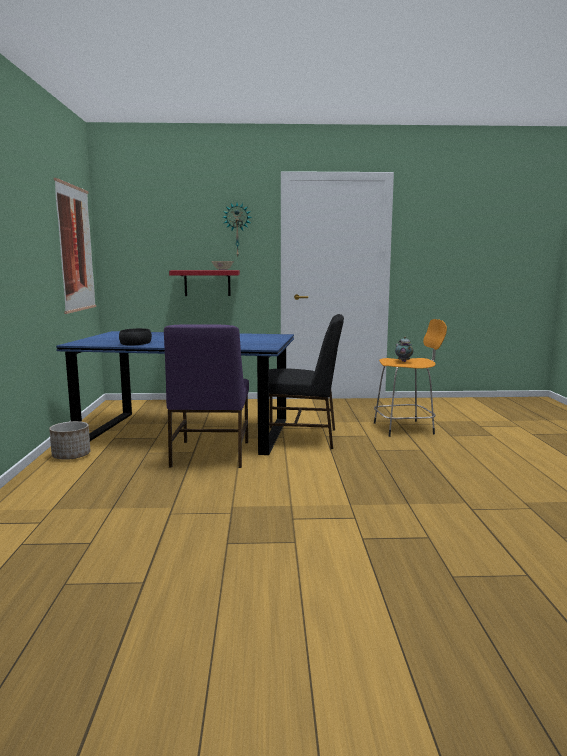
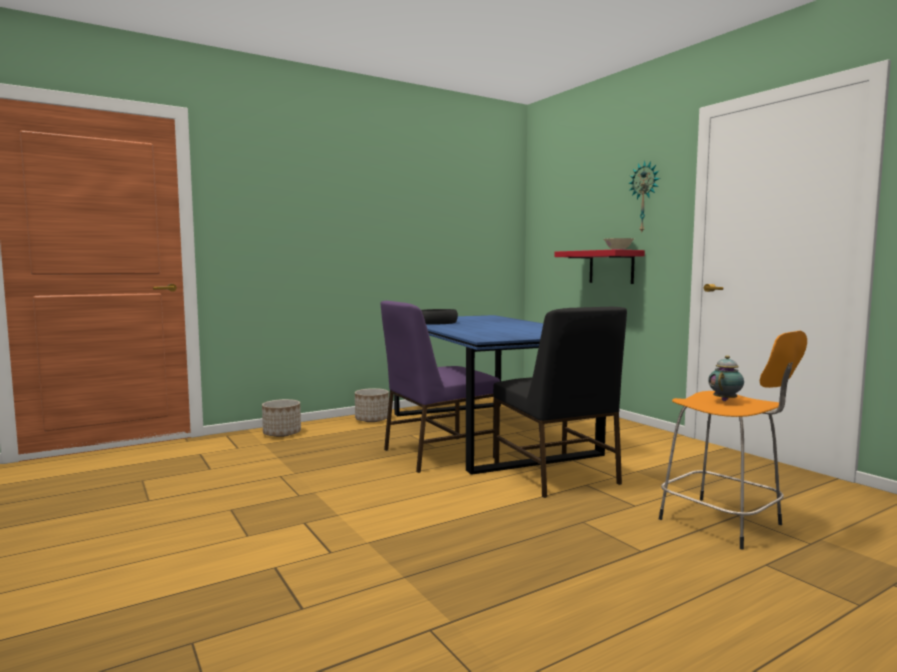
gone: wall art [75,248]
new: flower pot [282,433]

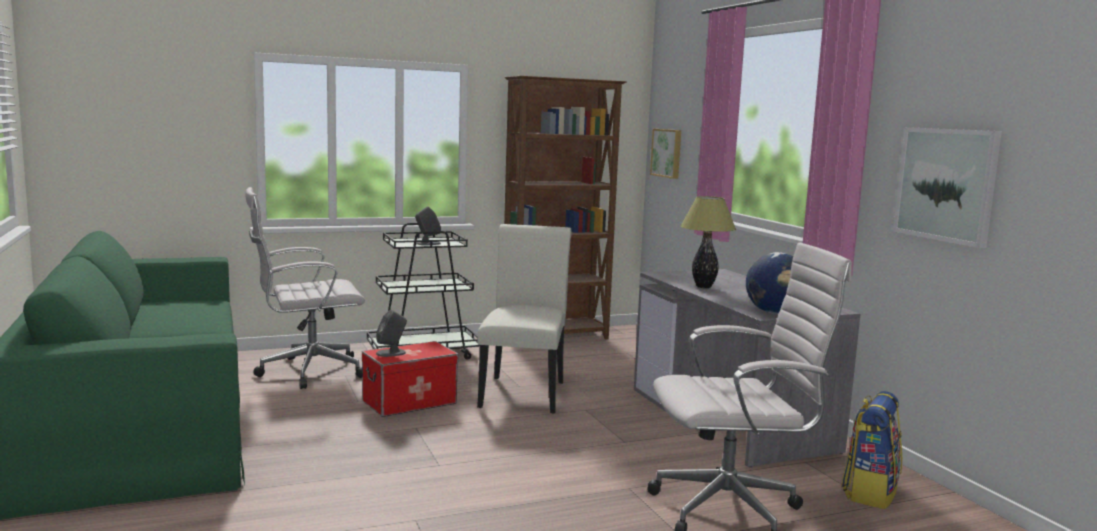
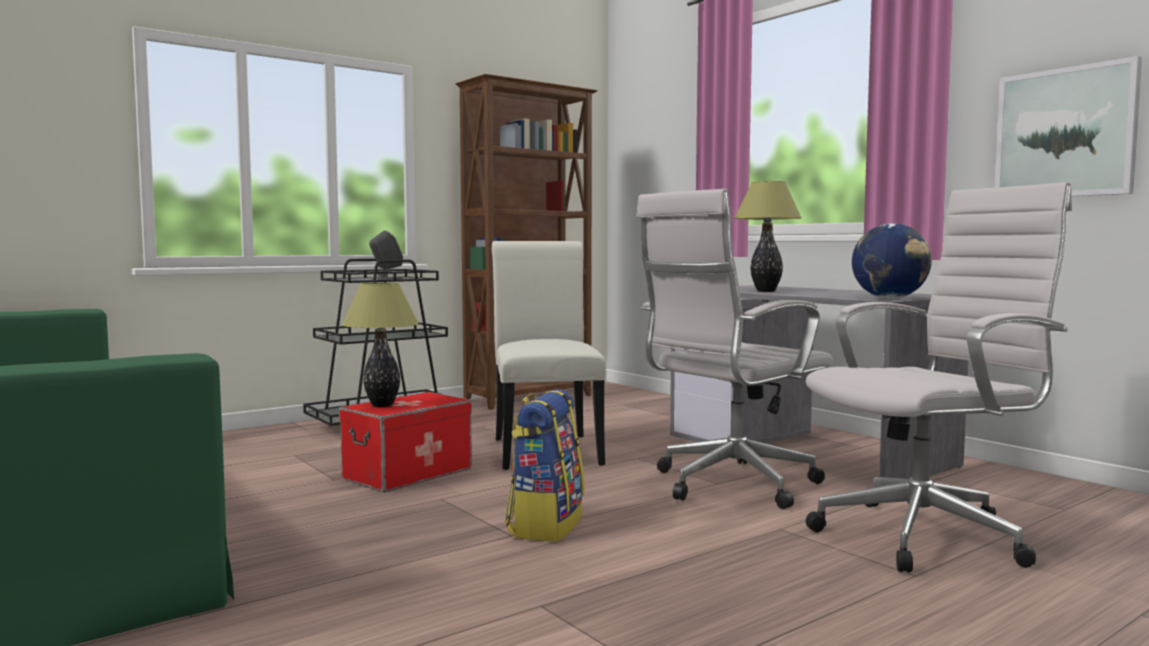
gone: wall art [667,153]
shifted: whitish computer chair [306,372] to [729,485]; knapsack [869,492] to [545,525]
swapped: grey audio speaker [391,353] to table lamp [383,405]

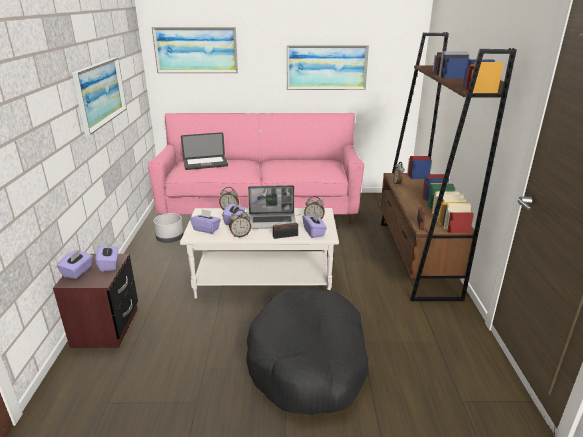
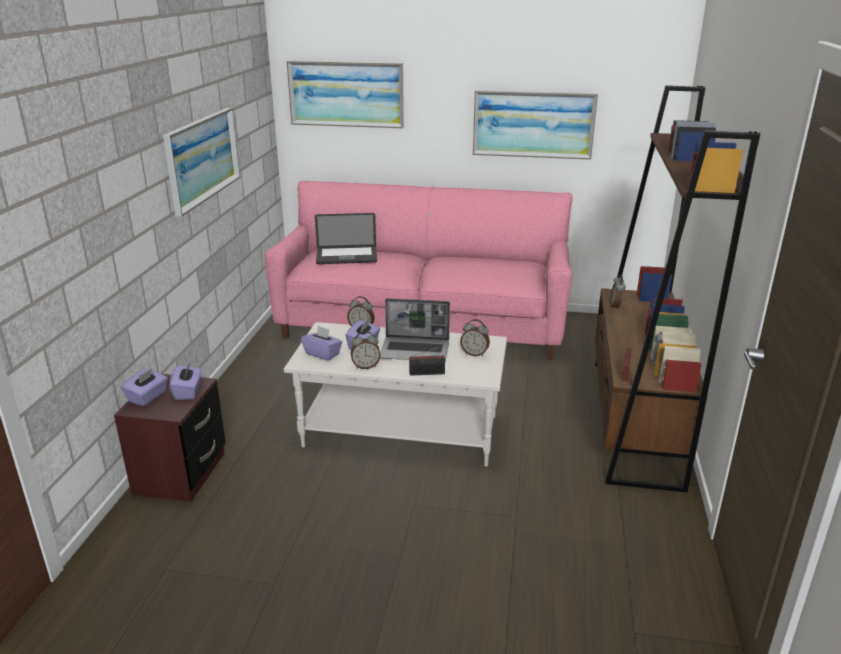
gone: grey flower pot [170,238]; black-coloured dog cushion [308,362]; purple tissue box [314,232]

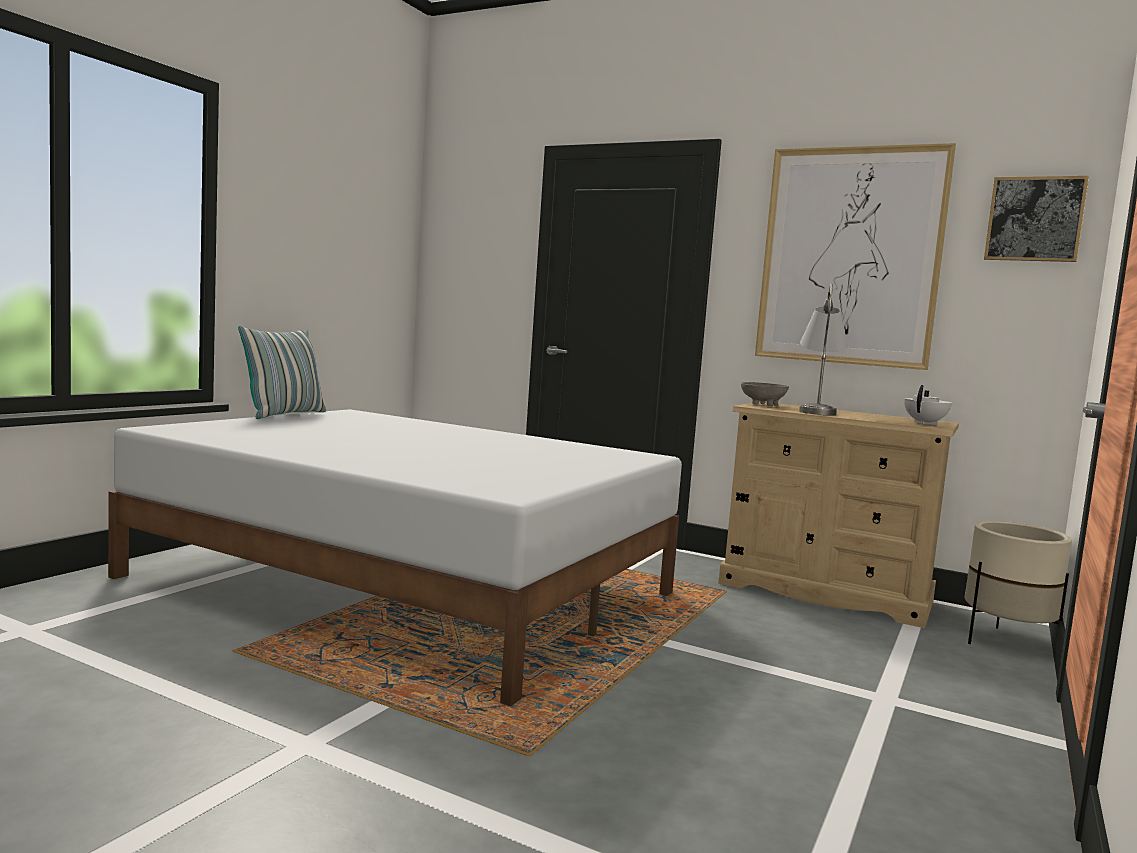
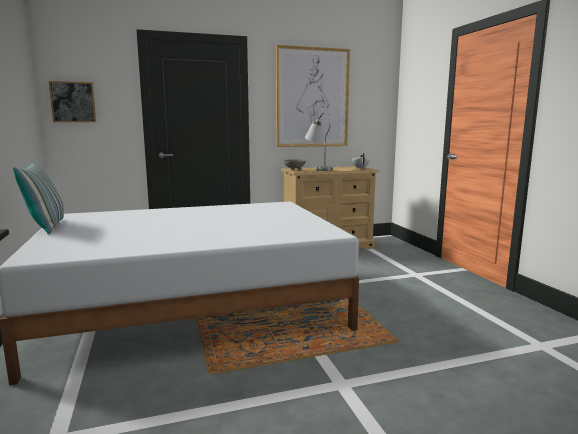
gone: sand-coloured flower pot [1006,642]
shifted: wall art [1034,219] to [73,102]

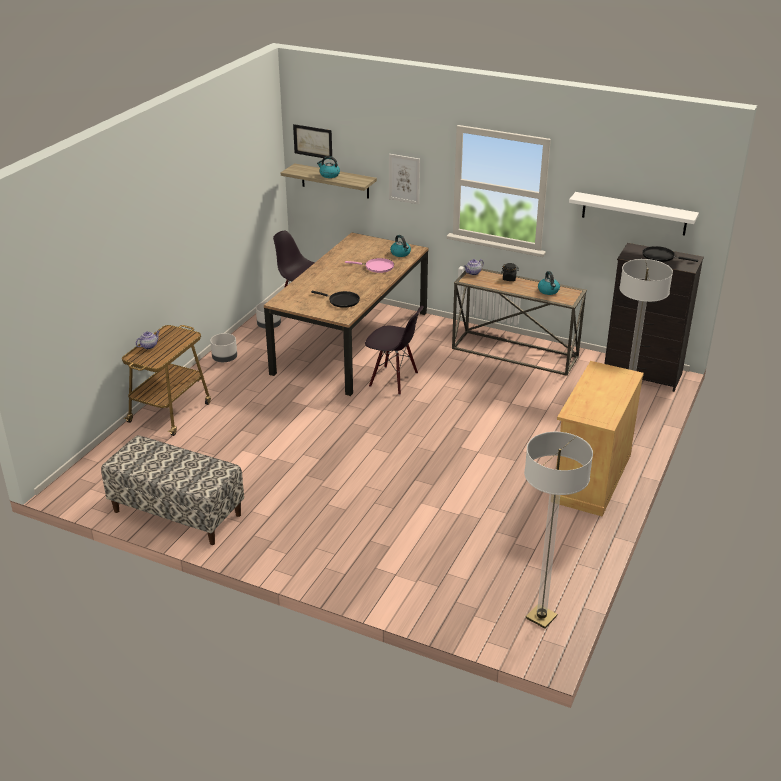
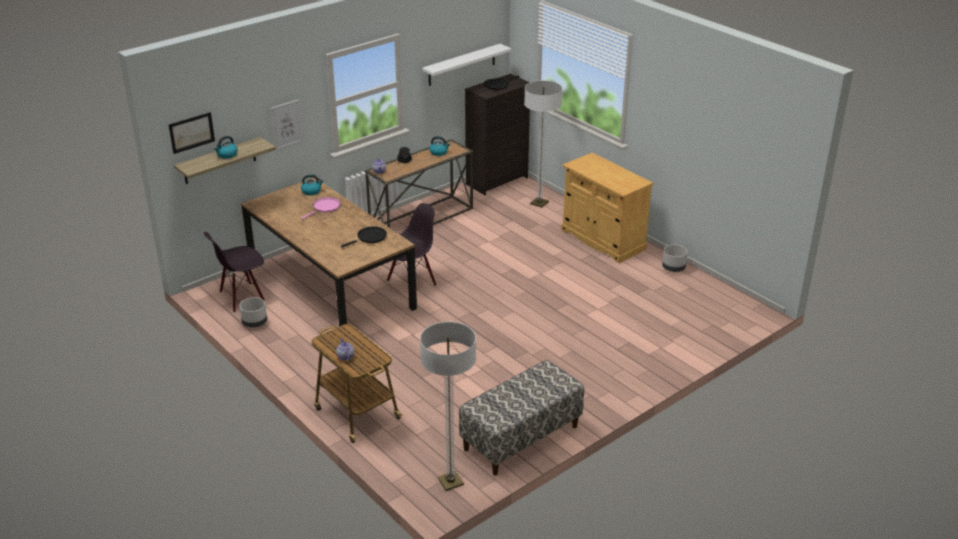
shifted: grey flower pot [224,359] to [673,268]; standard lamp [541,617] to [450,482]

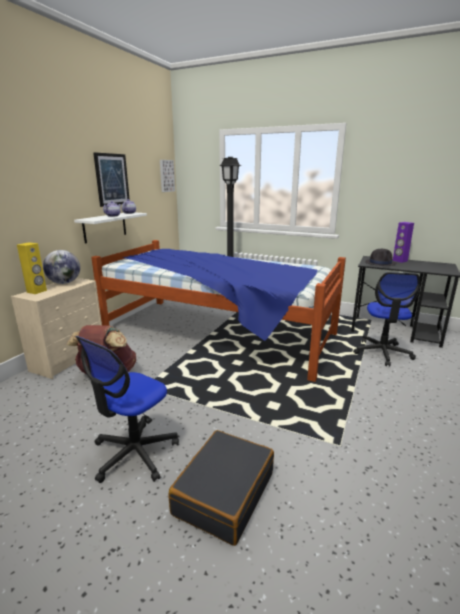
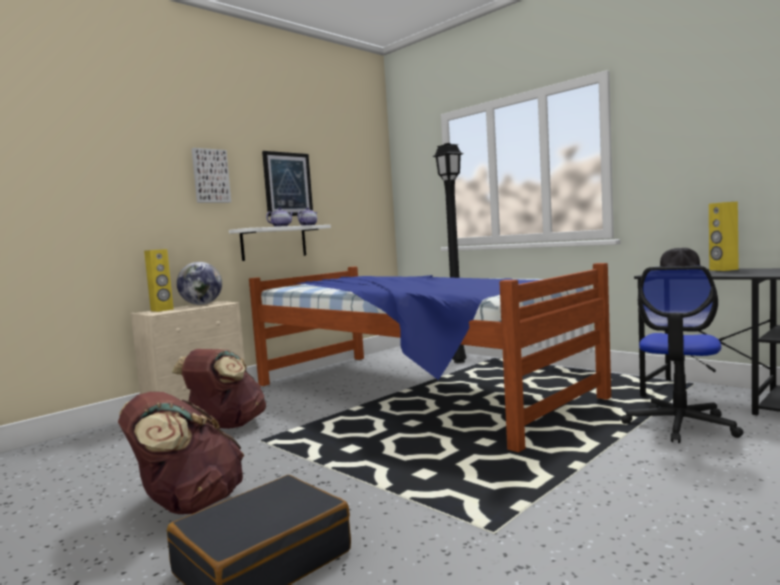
shifted: wall art [166,176] to [210,176]
swapped: computer chair [134,453] to brownish knapsack [187,505]
repainted: purple audio speaker [399,261] to yellow-coloured audio speaker [723,269]

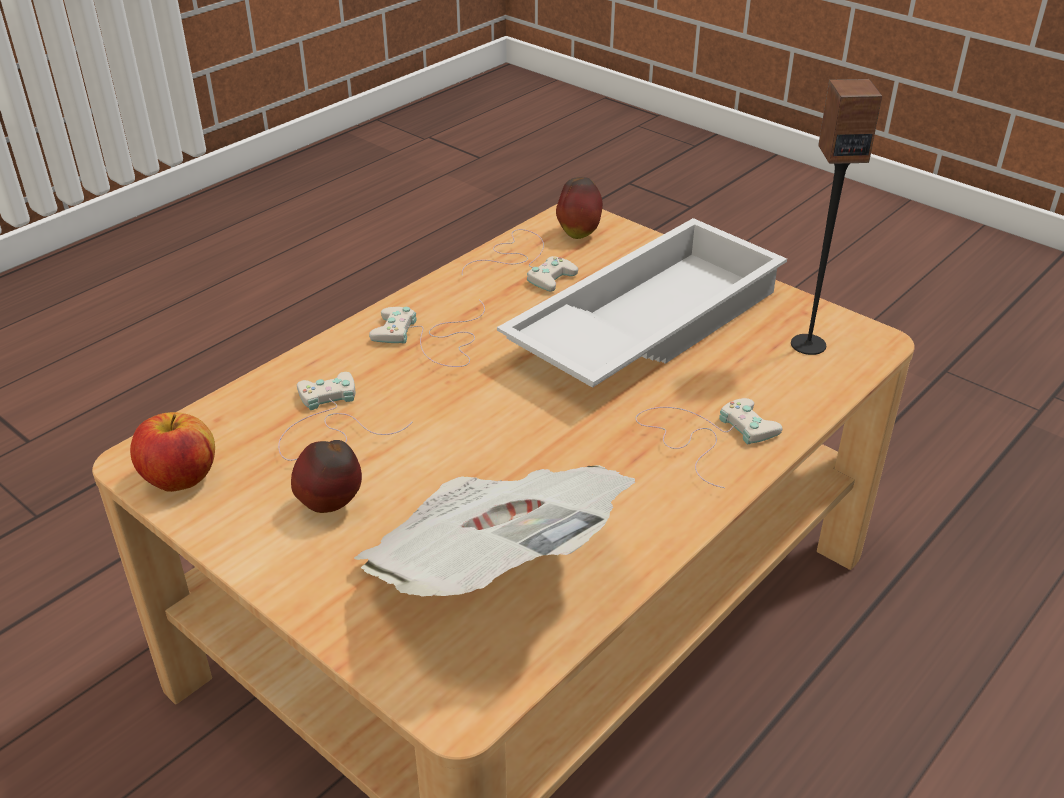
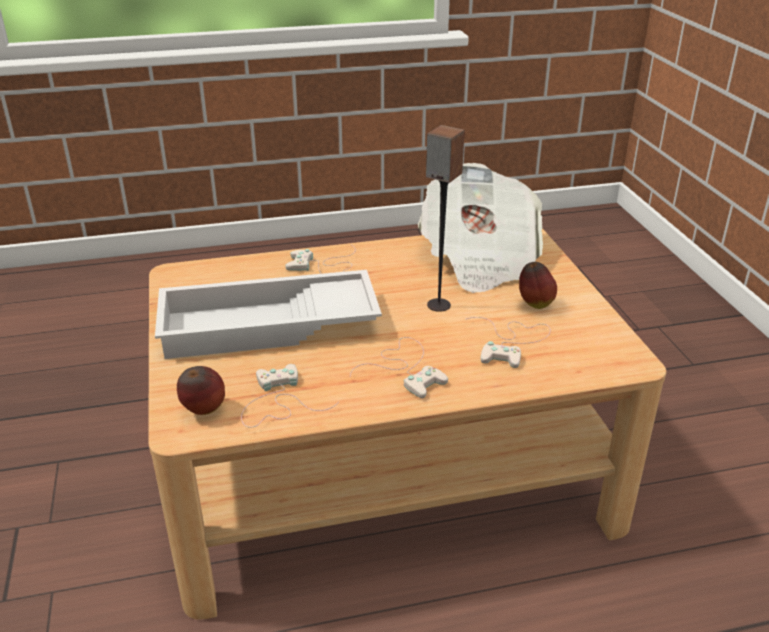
gone: whole apple [180,478]
shifted: audio speaker [808,344] to [438,305]

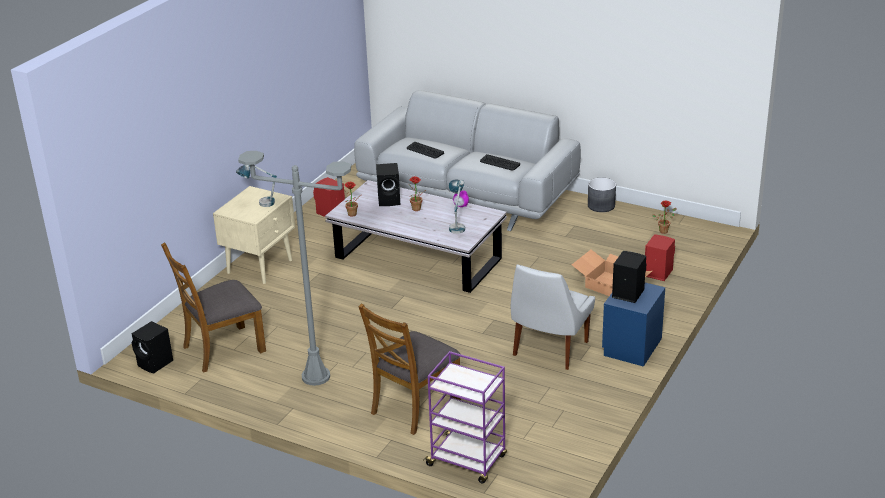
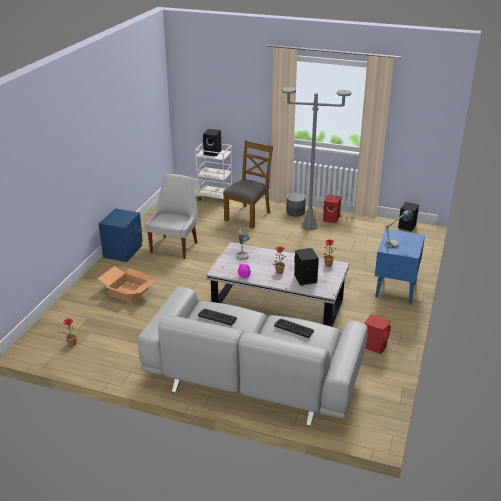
gone: brownish upright chair [223,349]
shifted: grey flower pot [601,205] to [295,212]; black-coloured audio speaker [627,293] to [213,153]; reddish audio speaker [657,272] to [332,219]
repainted: sand-coloured nightstand [260,266] to blue-coloured nightstand [395,290]; purple cart [467,461] to whitish cart [215,198]

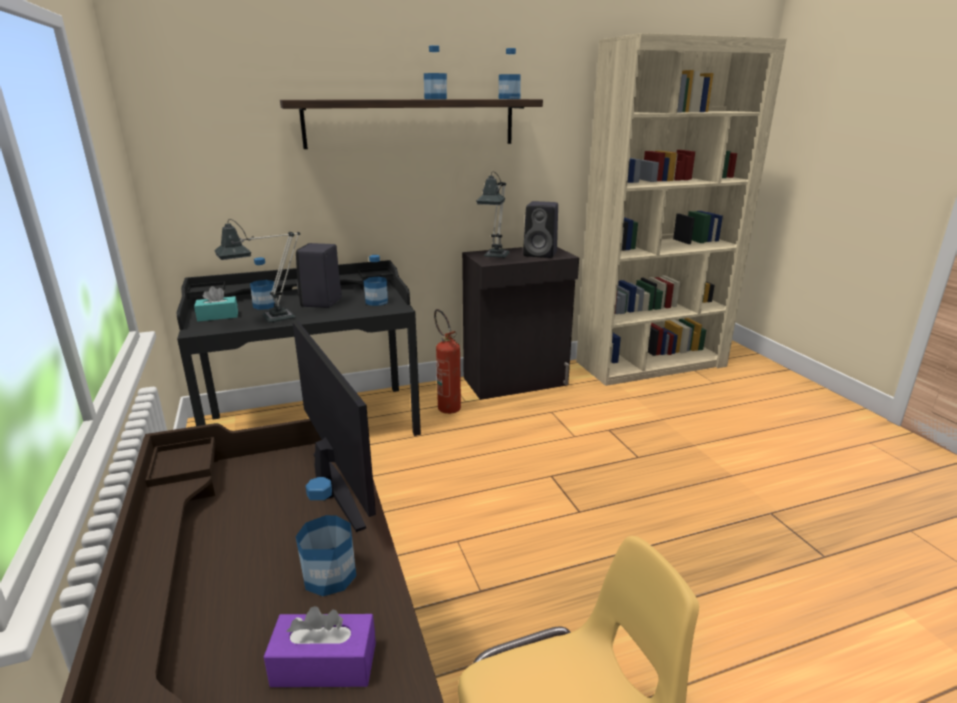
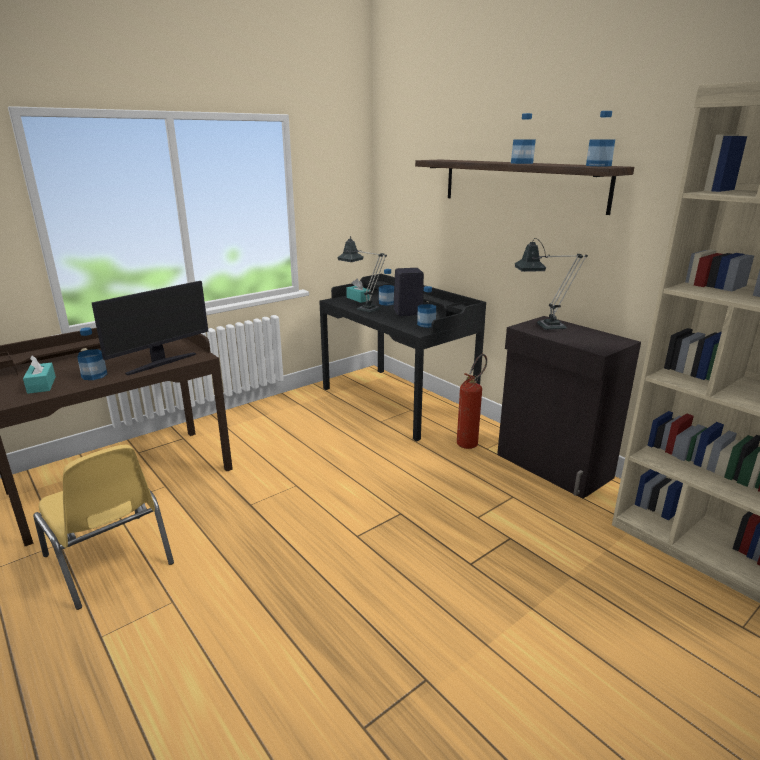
gone: black-coloured audio speaker [541,254]
repainted: purple tissue box [324,664] to turquoise tissue box [41,385]

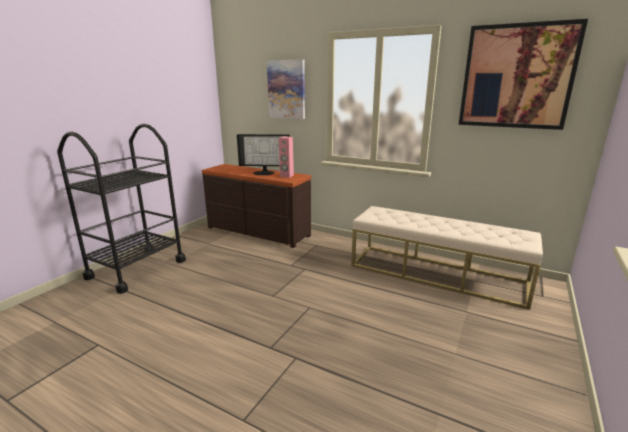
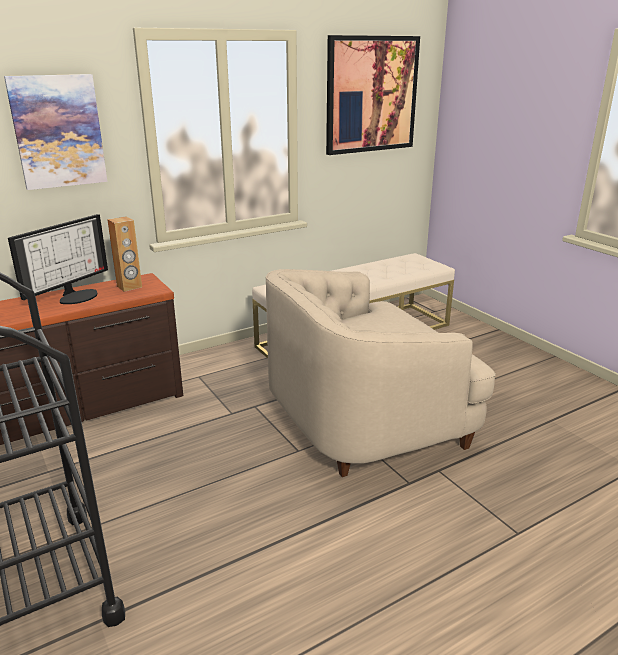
new: sand-coloured easy chair [365,419]
repainted: pink audio speaker [286,176] to brownish audio speaker [129,287]

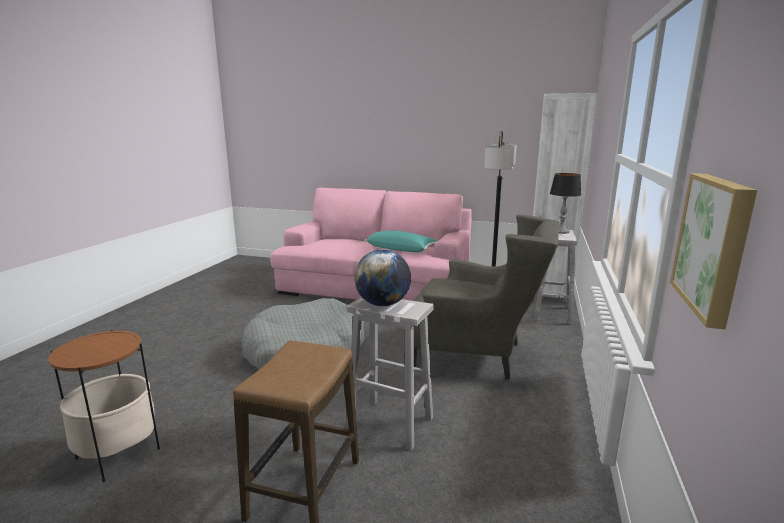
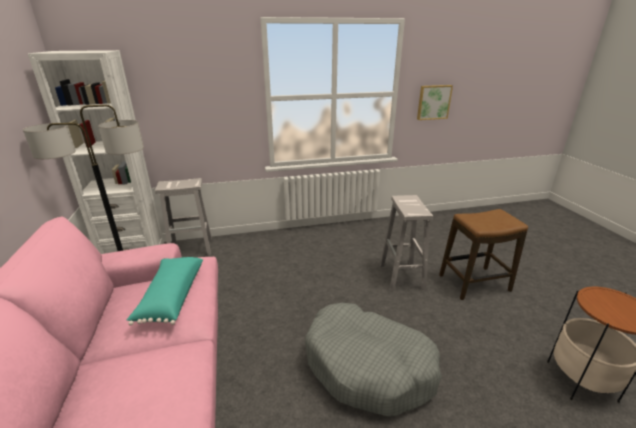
gone: desk globe [382,304]; grey easy chair [478,355]; table lamp [561,231]

